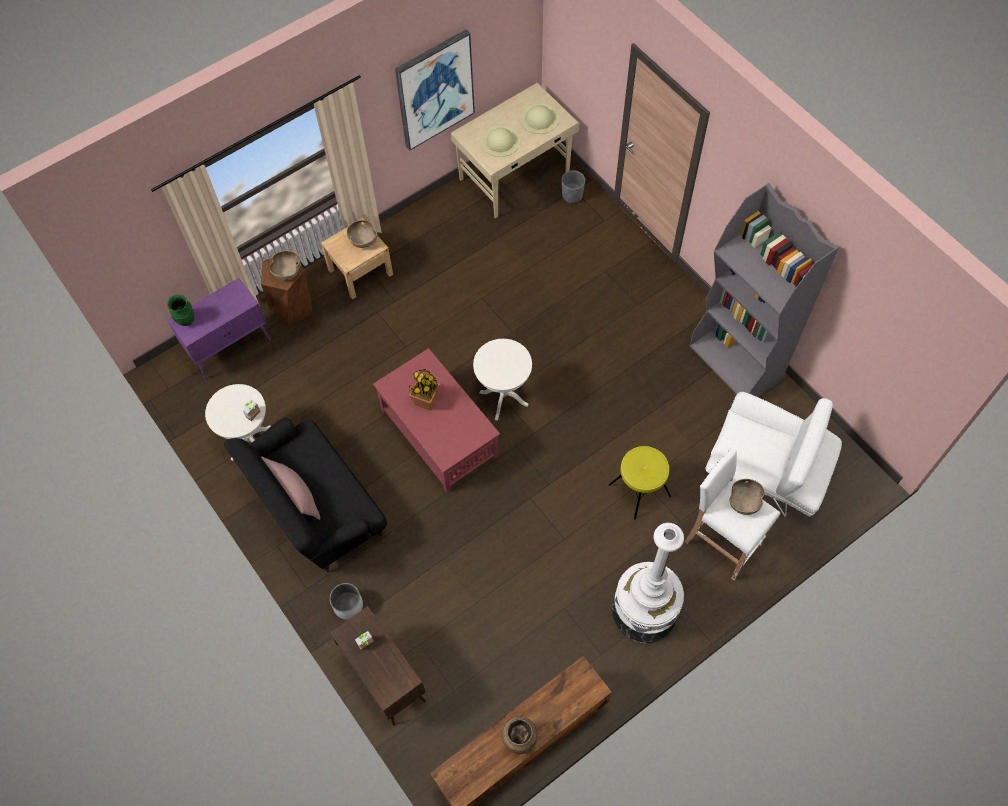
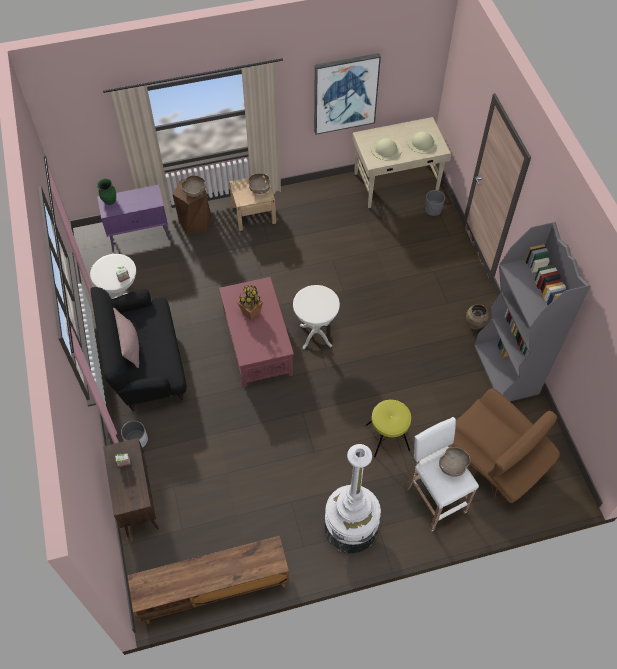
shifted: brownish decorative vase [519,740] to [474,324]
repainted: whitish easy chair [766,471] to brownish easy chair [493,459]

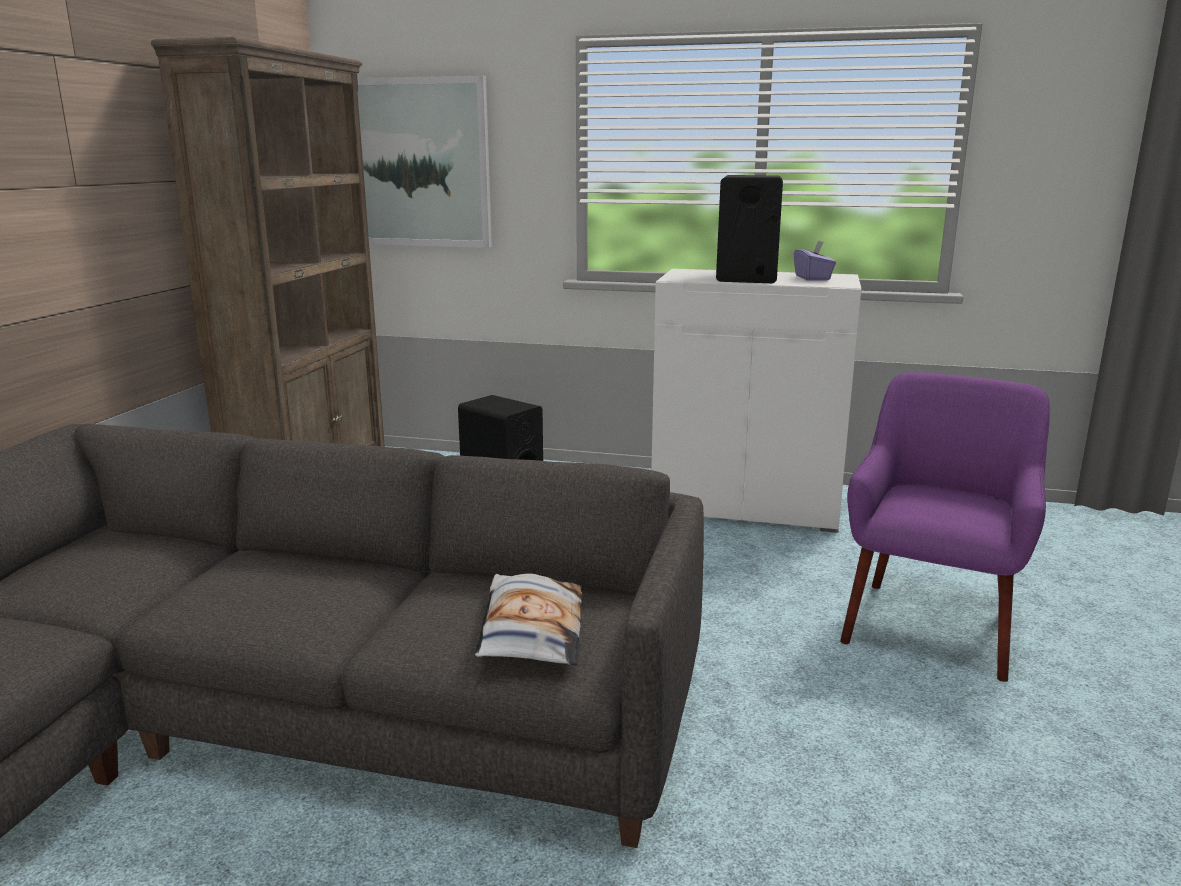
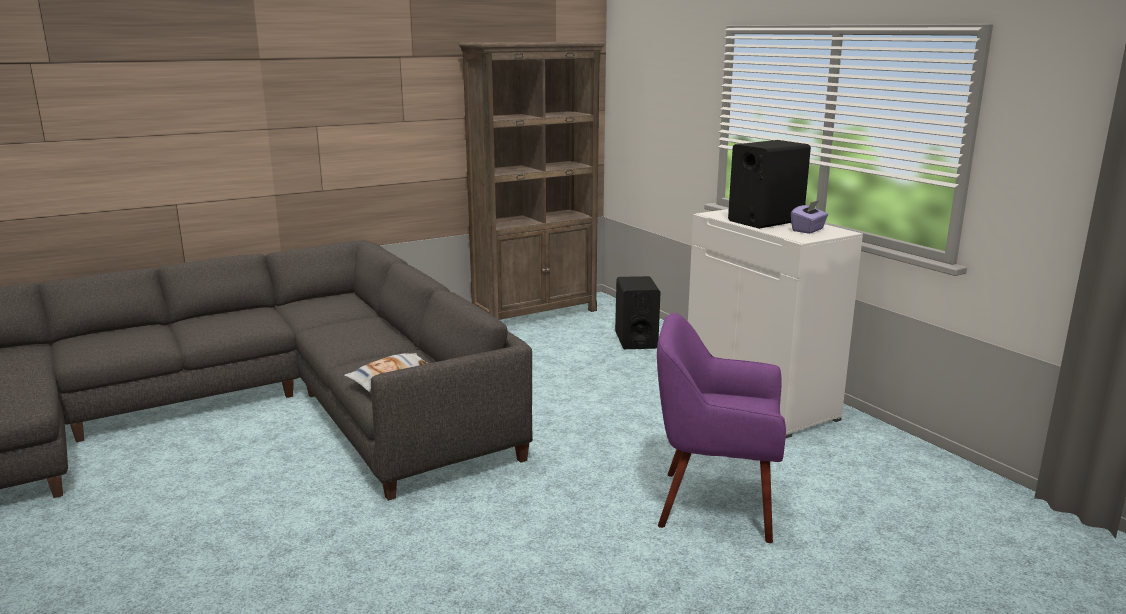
gone: wall art [413,163]
rotated: purple easy chair [930,626] = [714,504] 150 degrees counterclockwise

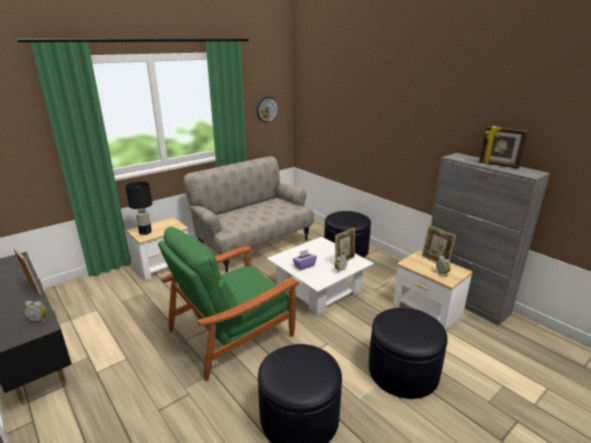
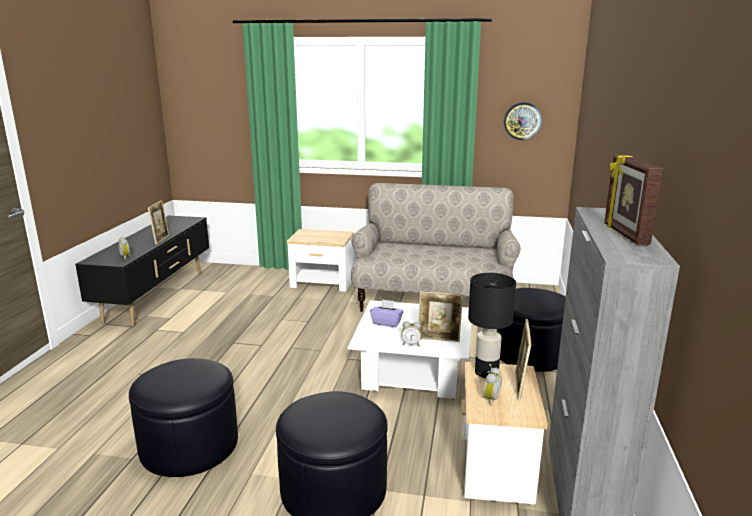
gone: greenish easy chair [232,333]
shifted: black-coloured table lamp [145,232] to [487,372]

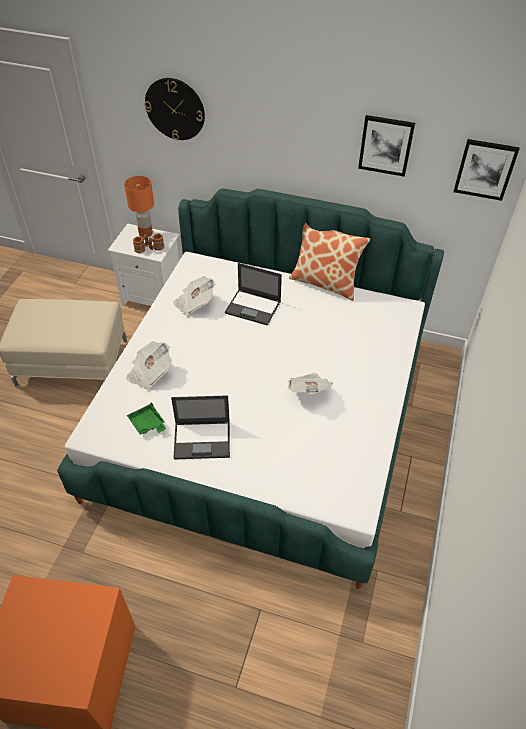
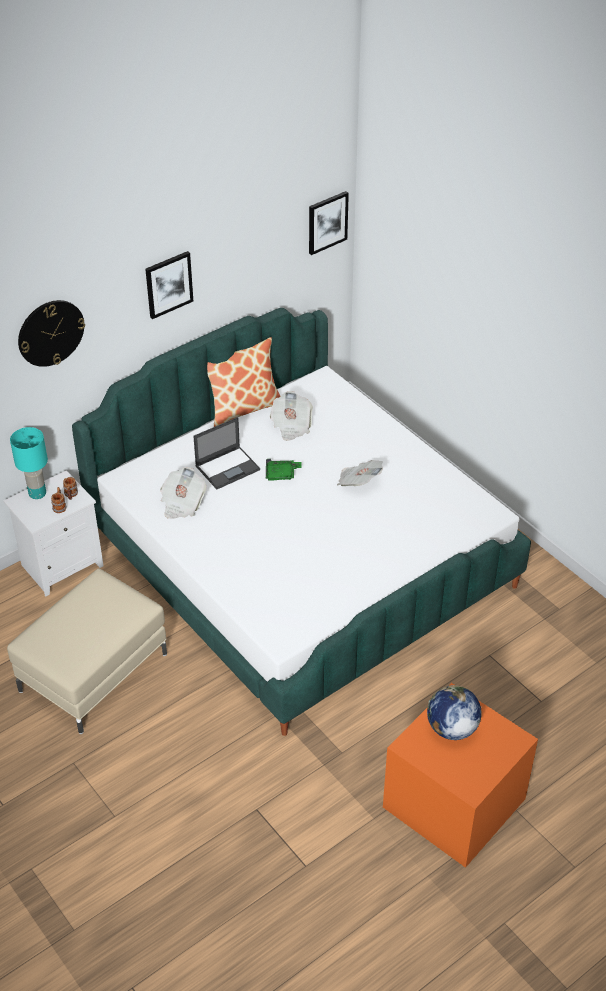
gone: portable computer [203,439]
new: desk globe [451,728]
shifted: printed paper [150,373] to [291,426]; greenish tray [147,424] to [281,474]; wall art [386,145] to [168,284]
repainted: orange-coloured table lamp [145,233] to turquoise table lamp [38,493]

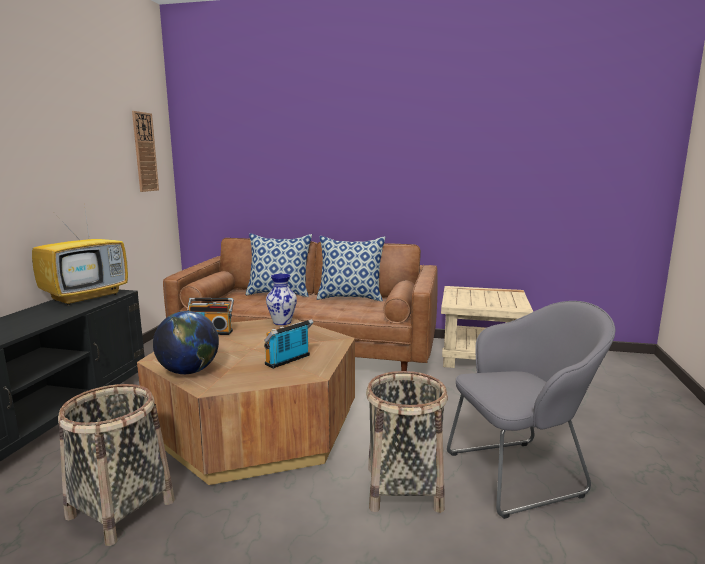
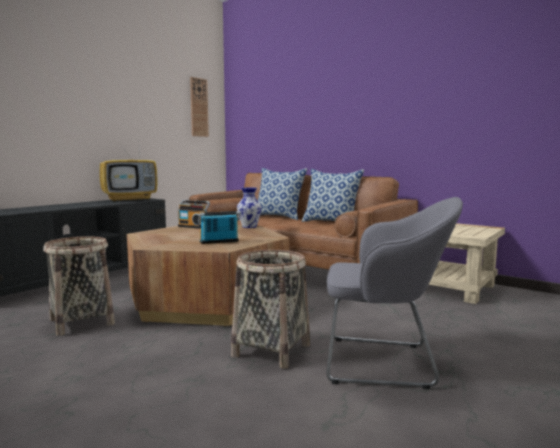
gone: desk globe [189,372]

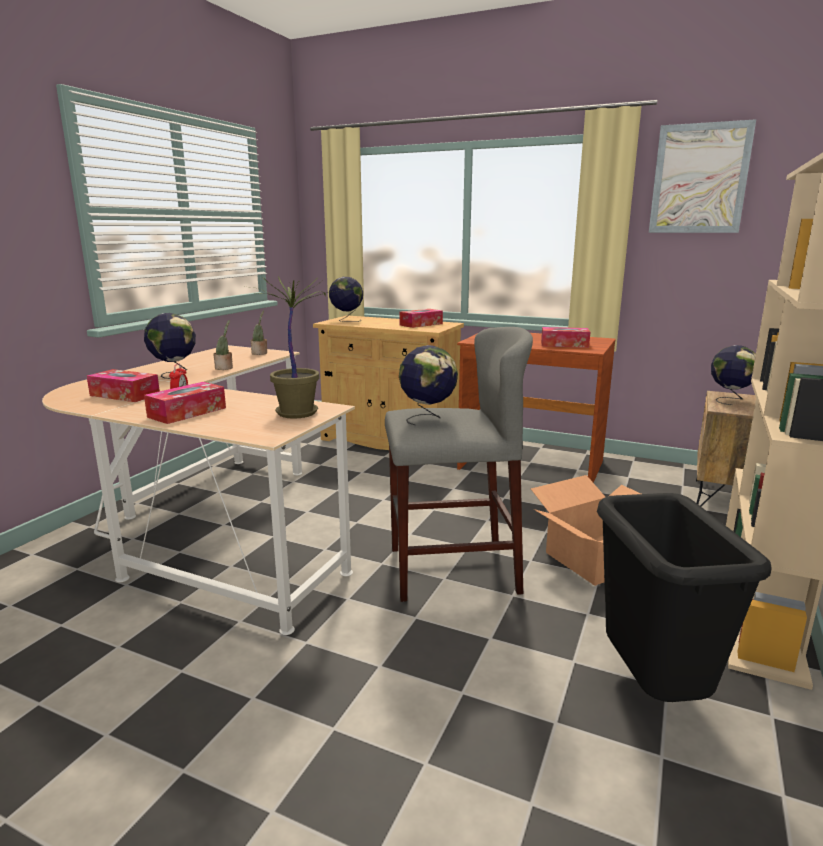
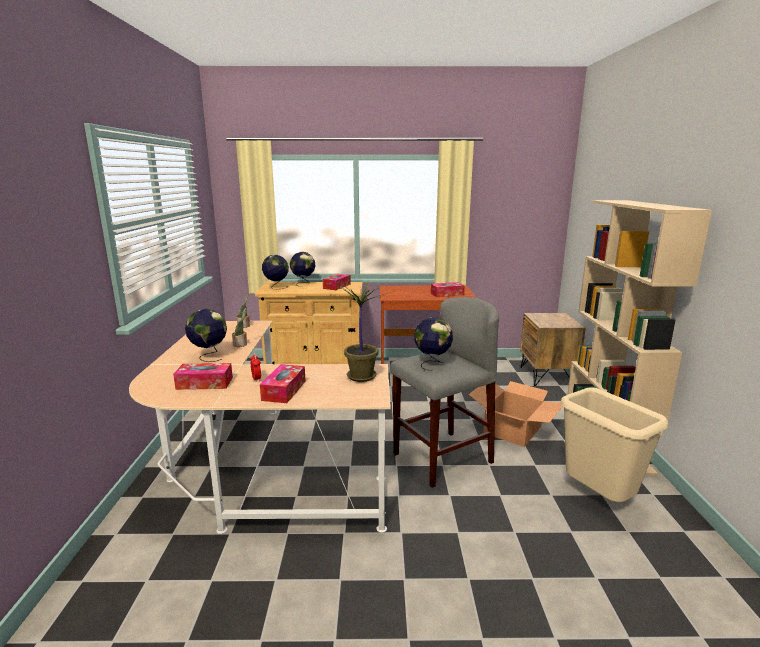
gone: wall art [699,179]
shifted: desk globe [729,400] to [303,283]
repainted: black-coloured rubbish bin [651,689] to sand-coloured rubbish bin [596,498]

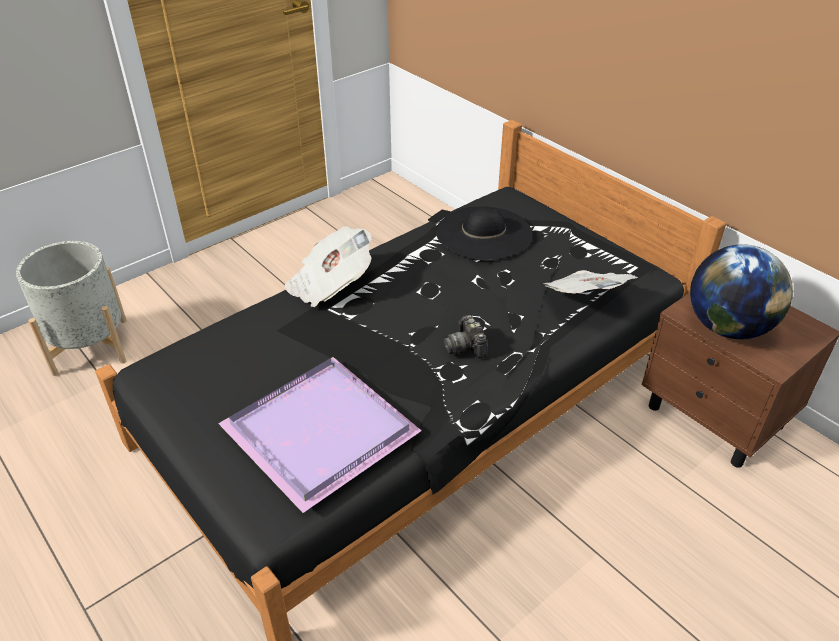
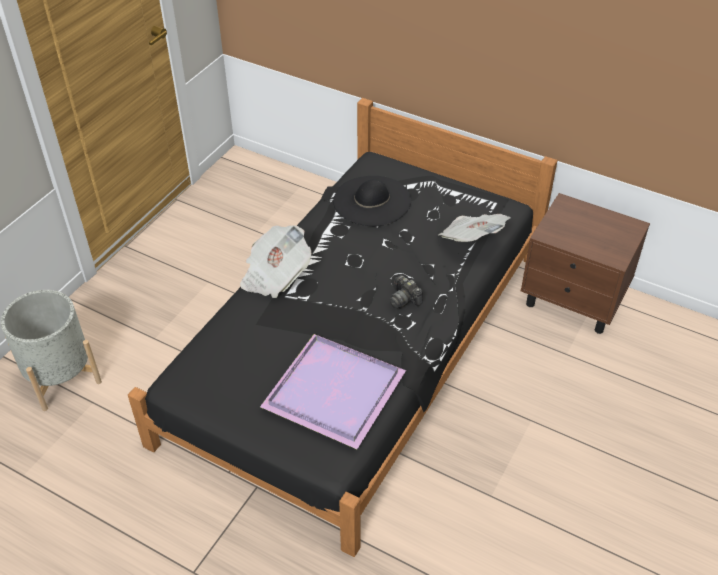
gone: desk globe [727,327]

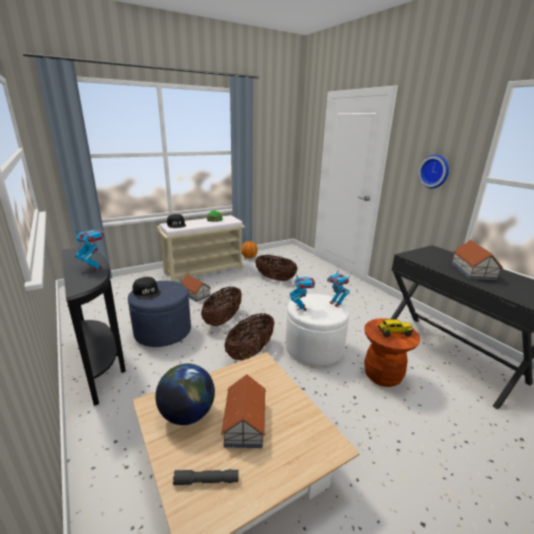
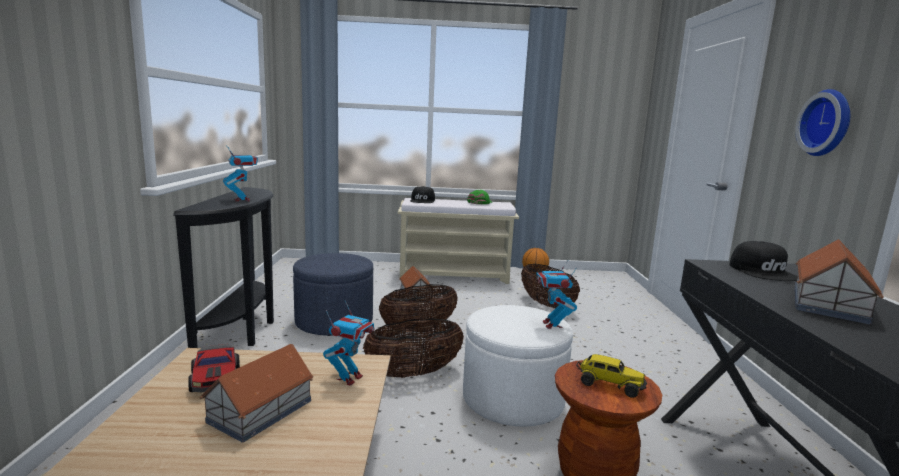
gone: grey flashlight [206,481]
shifted: black-coloured baseball cap [147,292] to [763,271]; robot figure [301,307] to [349,378]
swapped: desk globe [187,414] to toy car [216,378]

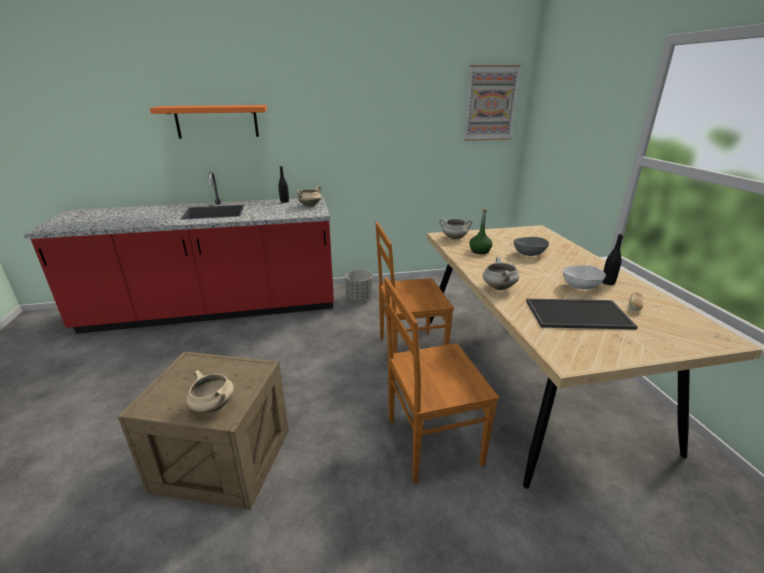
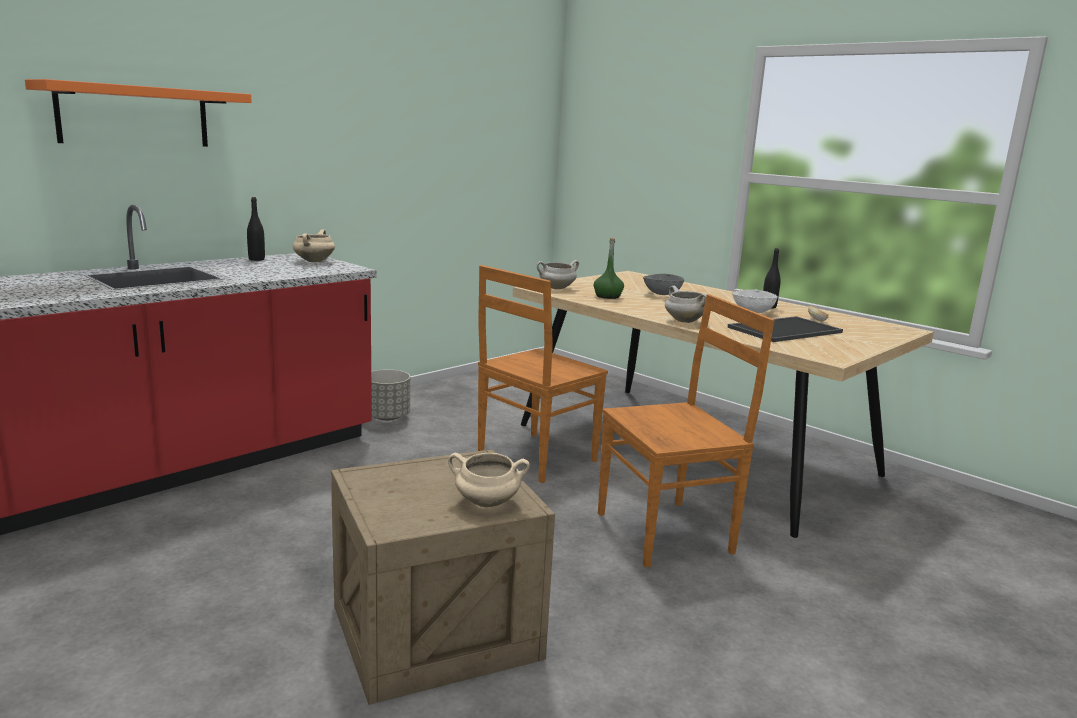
gone: wall art [490,103]
rotated: brownish upright chair [430,442] = [667,532] 150 degrees counterclockwise

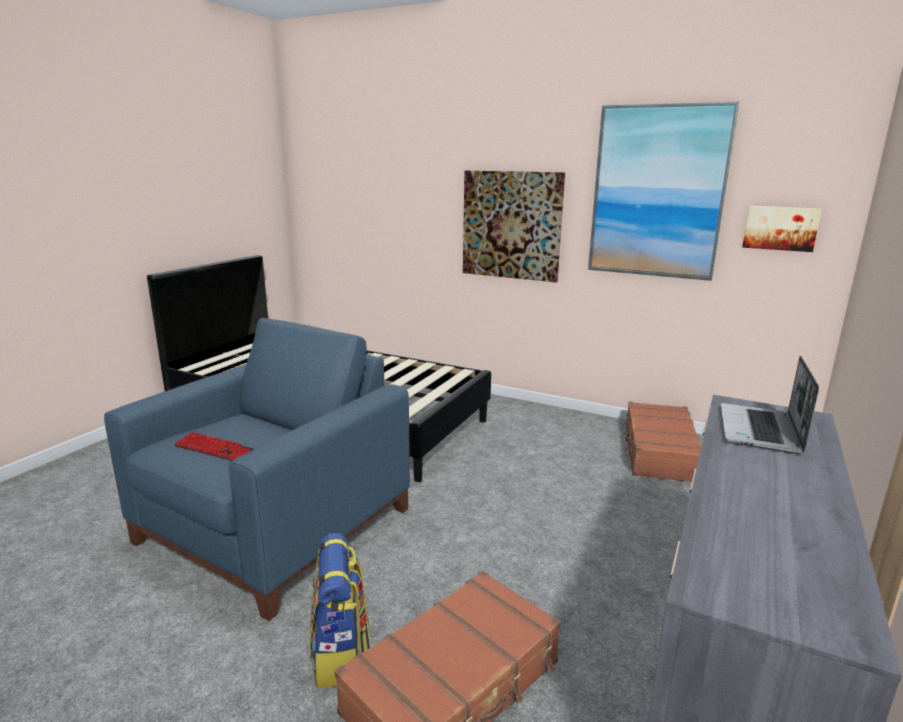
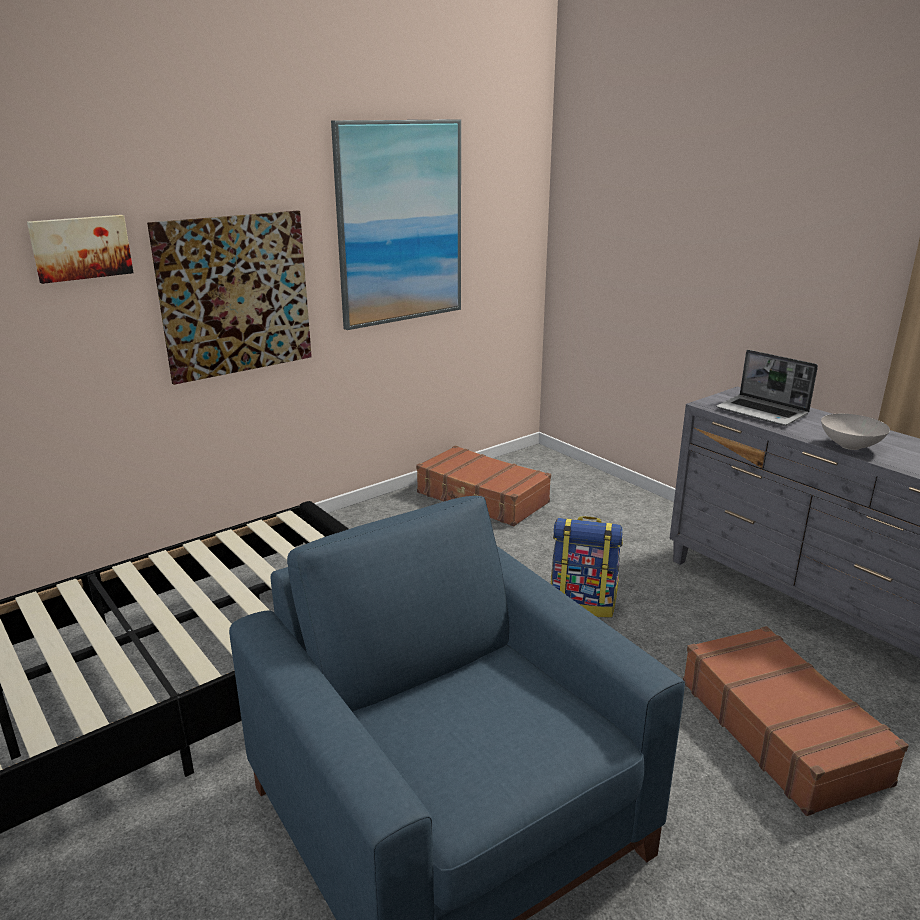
gone: keyboard [214,449]
new: whitish bowl [851,446]
shifted: knapsack [341,654] to [583,603]; wall art [780,228] to [81,248]

